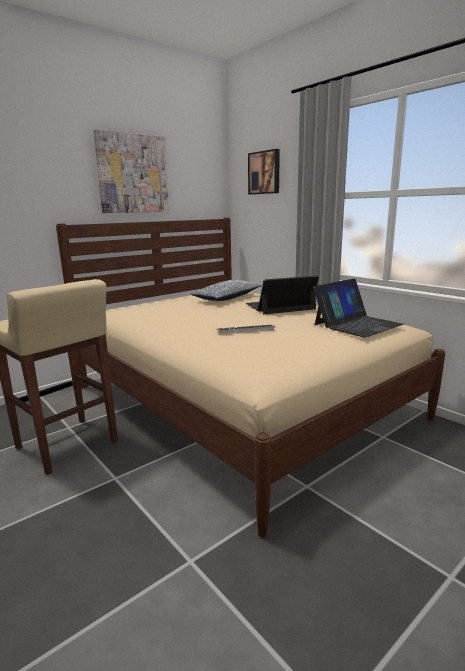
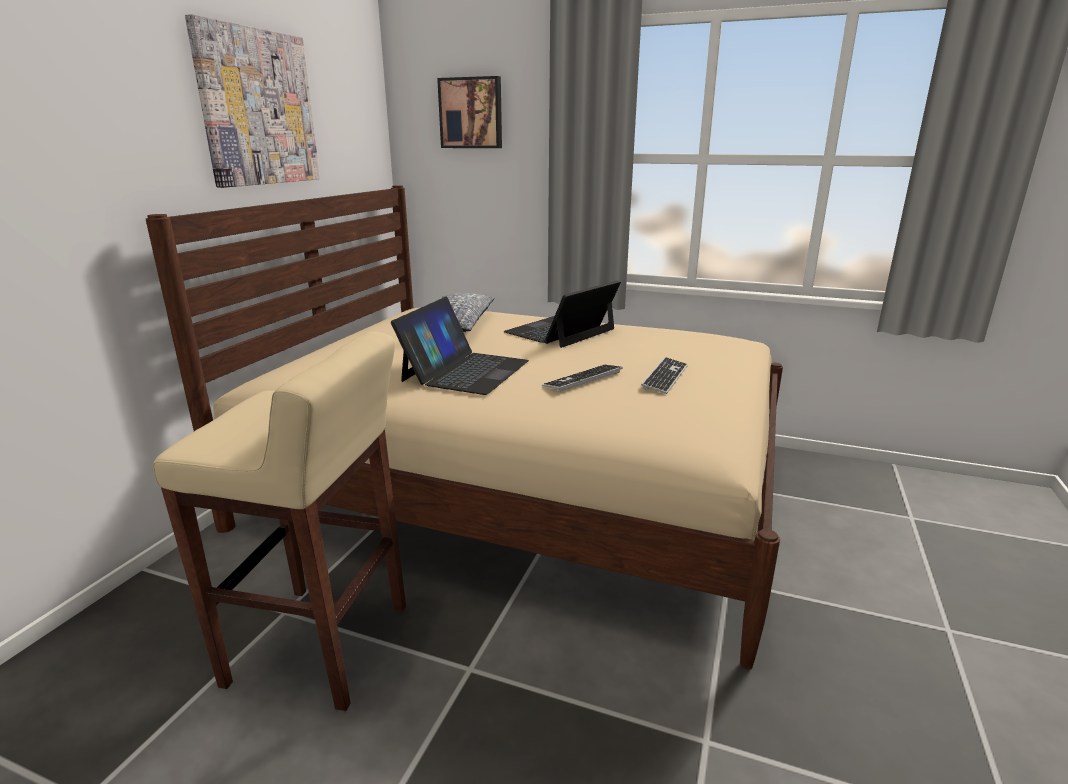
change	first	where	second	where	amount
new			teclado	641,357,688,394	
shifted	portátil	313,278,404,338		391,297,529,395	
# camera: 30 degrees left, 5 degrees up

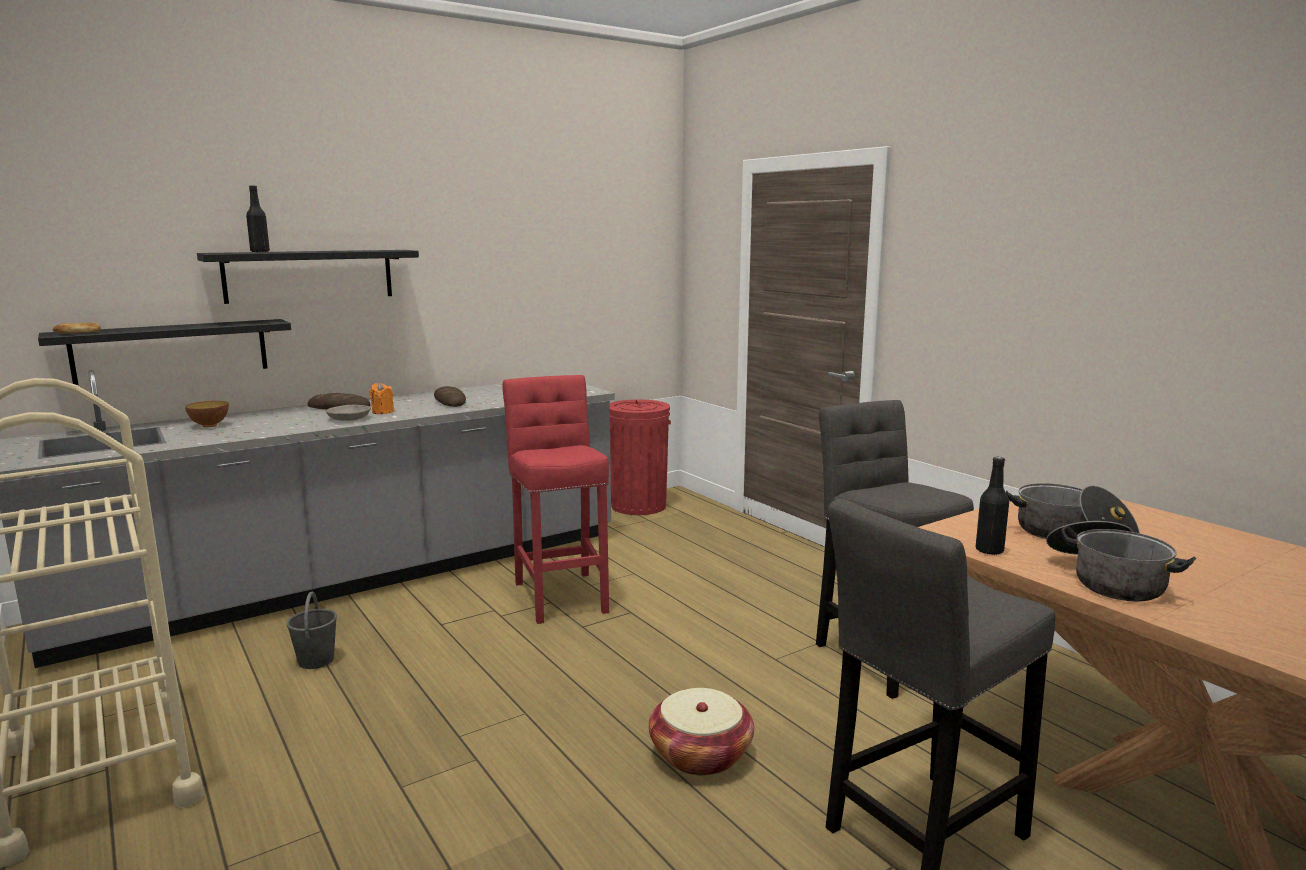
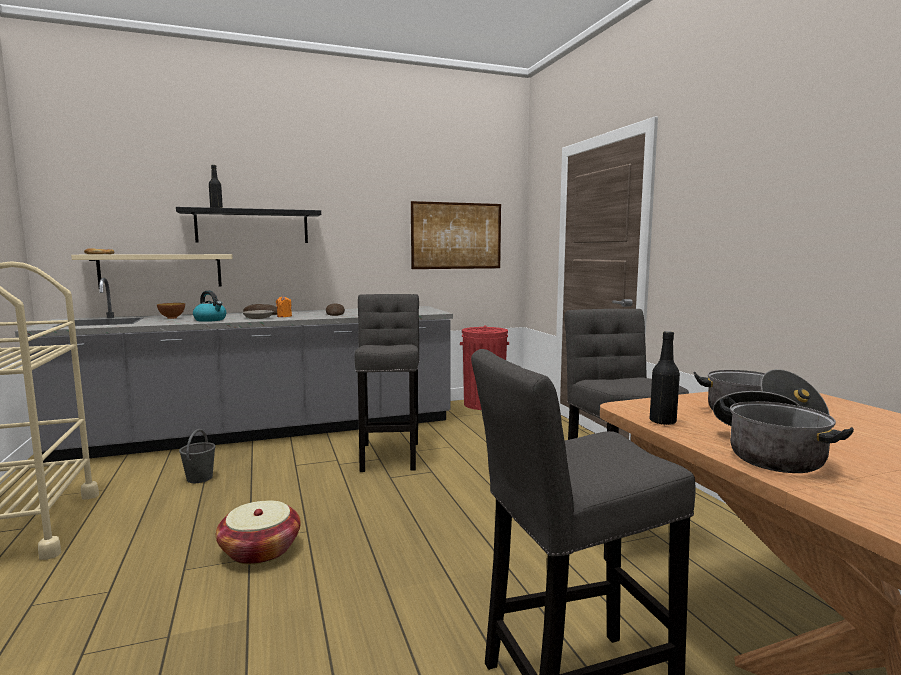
change	first	where	second	where	amount
new			hervidor	193,291,226,322	
new			cuadro	411,201,501,269	
shifted	cesta	649,688,754,776		216,501,301,565	
repainted	estante (negro)	38,319,291,385	estante (beis)	71,254,233,286	
repainted	taburete (rojo)	502,375,609,624	taburete (gris)	355,294,419,472	
# camera: 15 degrees right, 5 degrees down

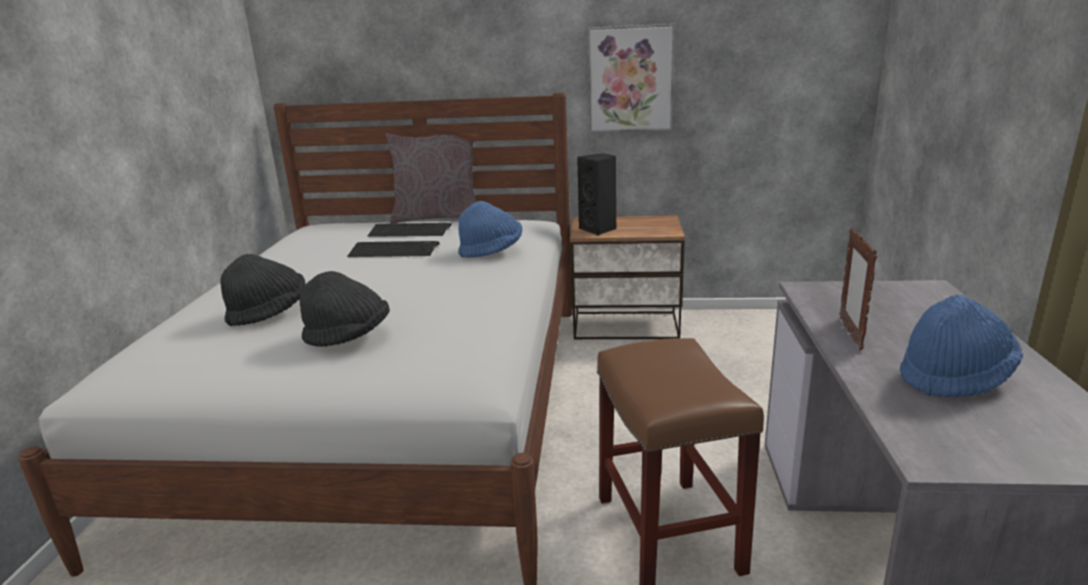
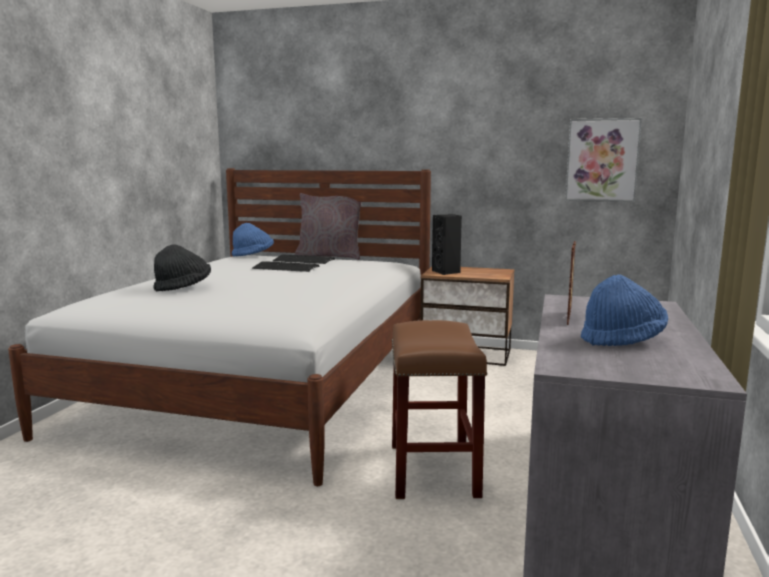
change	first	where	second	where	amount
gone	sombrero (negro)	300,271,390,347			
shifted	sombrero (azul)	458,201,522,258		232,223,274,256	
shifted	cuadro	588,24,675,133		565,118,642,202	
# camera: 10 degrees right, 10 degrees down

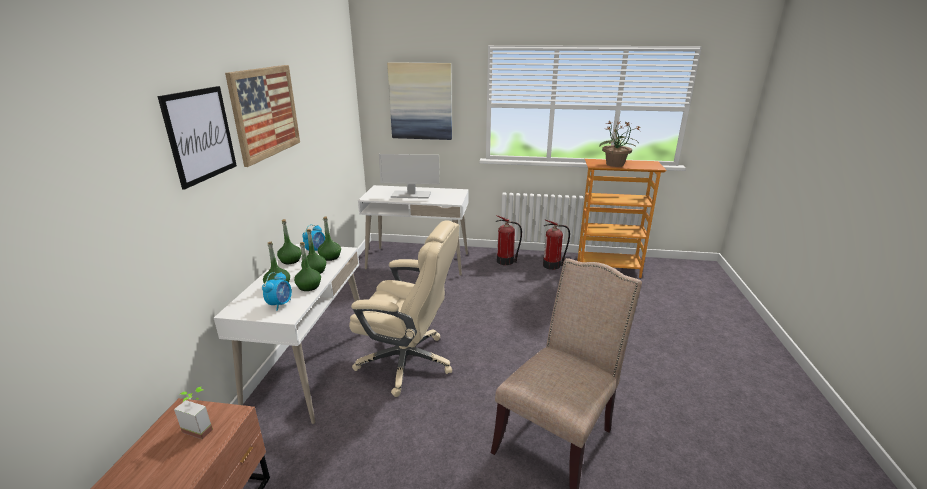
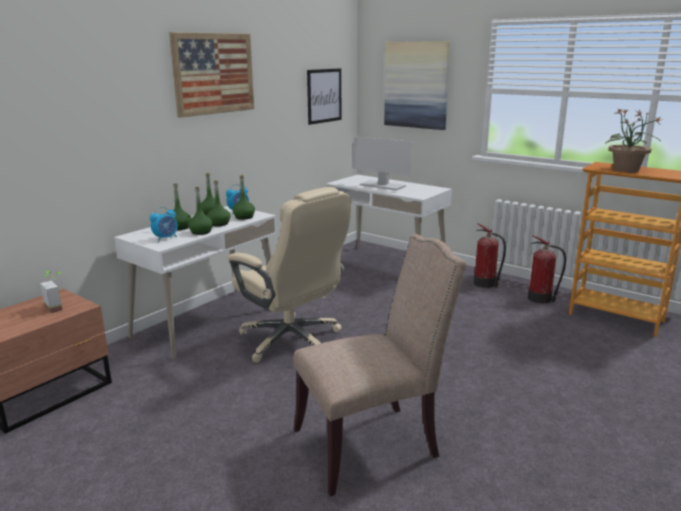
change	first	where	second	where	amount
shifted	cuadro	157,86,237,190		307,68,341,125	
# camera: 30 degrees right, 5 degrees down

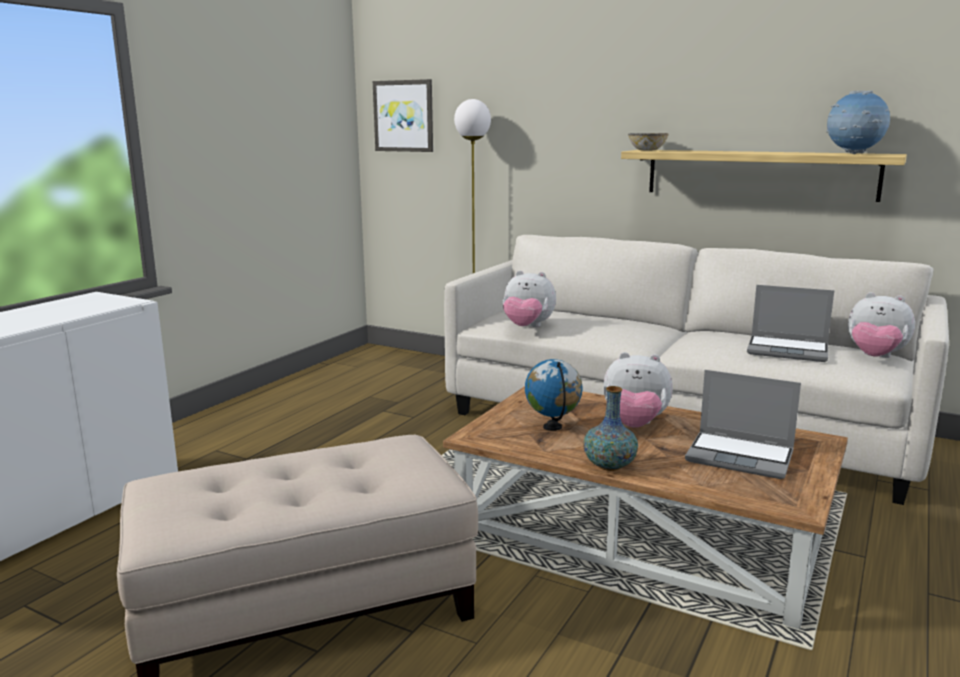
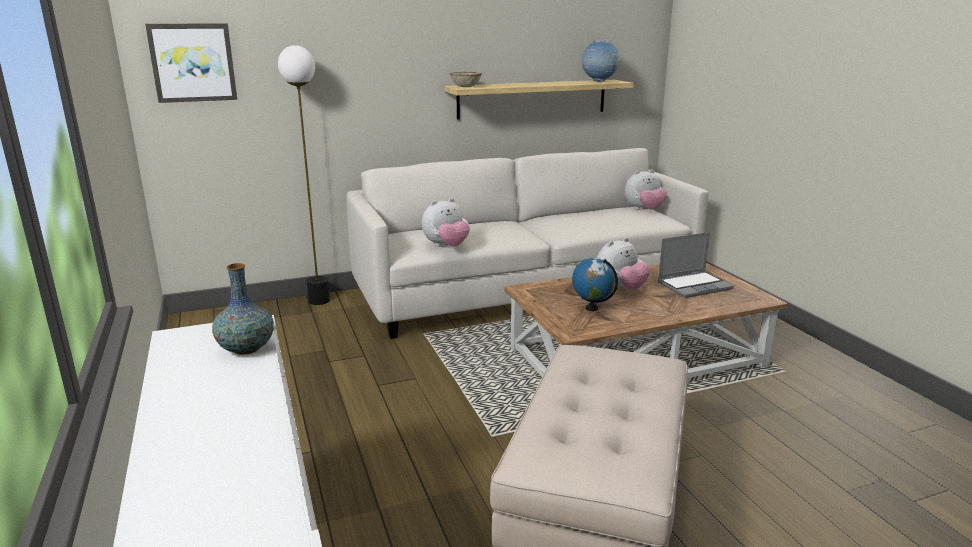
change	first	where	second	where	amount
gone	portátil	747,285,834,362			
shifted	florero	583,386,638,471		212,263,274,355	
# camera: 50 degrees left, 5 degrees up

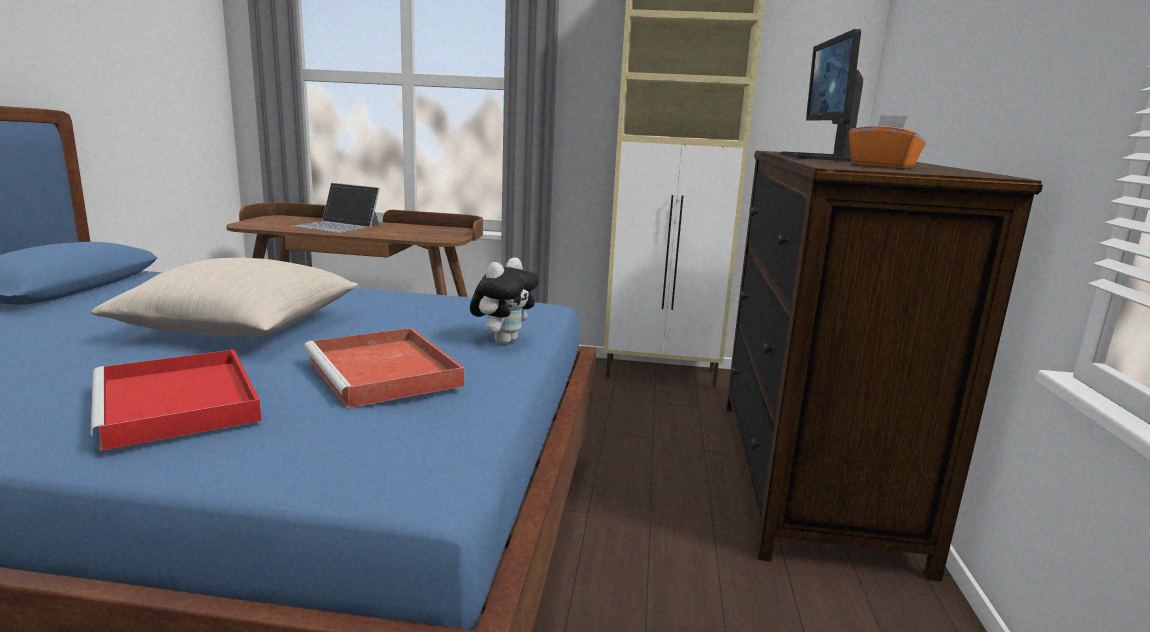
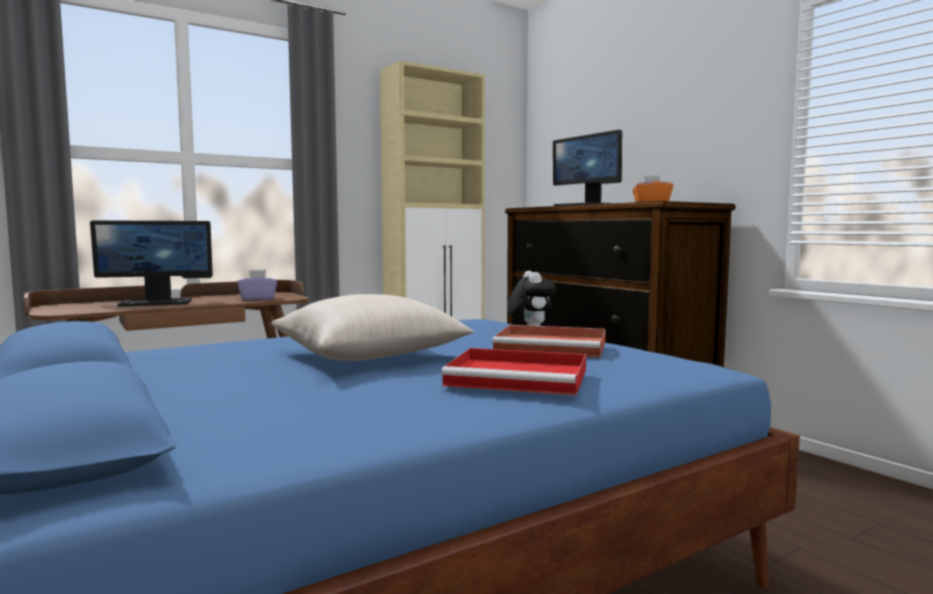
change	first	where	second	where	amount
new			caja de pañuelos (morado)	237,270,277,300	
swapped	portátil	292,183,380,233	monitor	90,220,213,307	
# camera: 40 degrees left, 10 degrees down

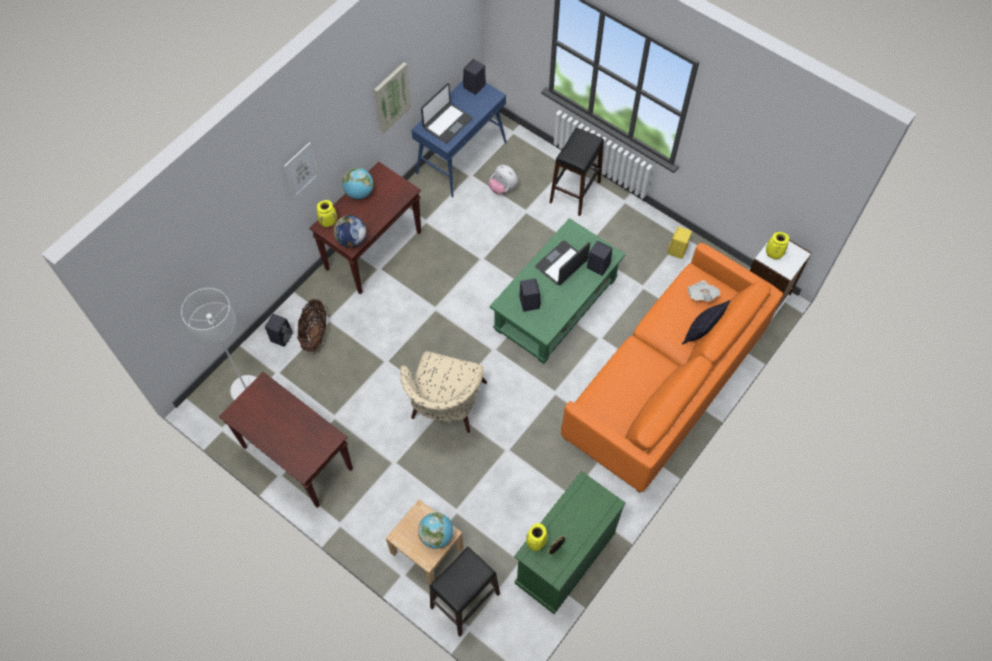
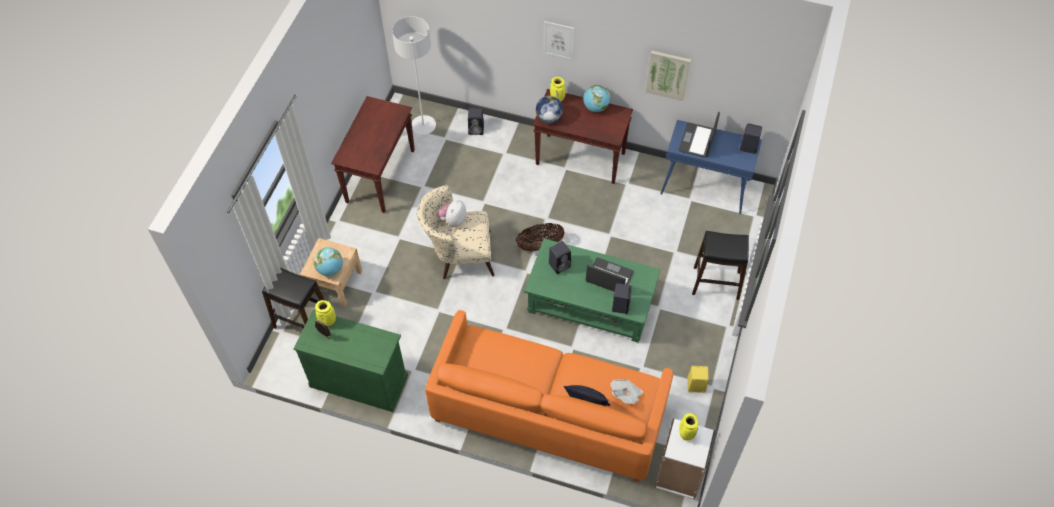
change	first	where	second	where	amount
shifted	cesta	297,299,326,352		516,223,565,251	
shifted	peluche	488,165,518,195		437,200,466,226	
rotated	portátil	421,83,473,143		679,111,720,158	90 degrees clockwise
# camera: 70 degrees right, 5 degrees down

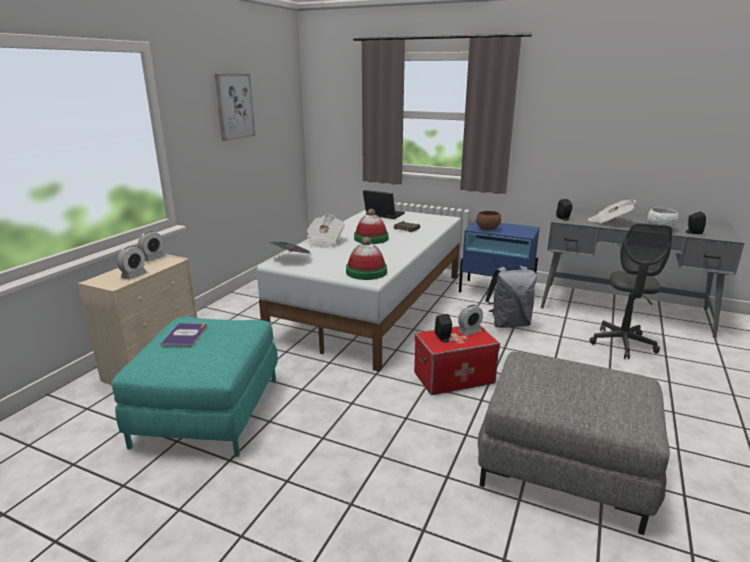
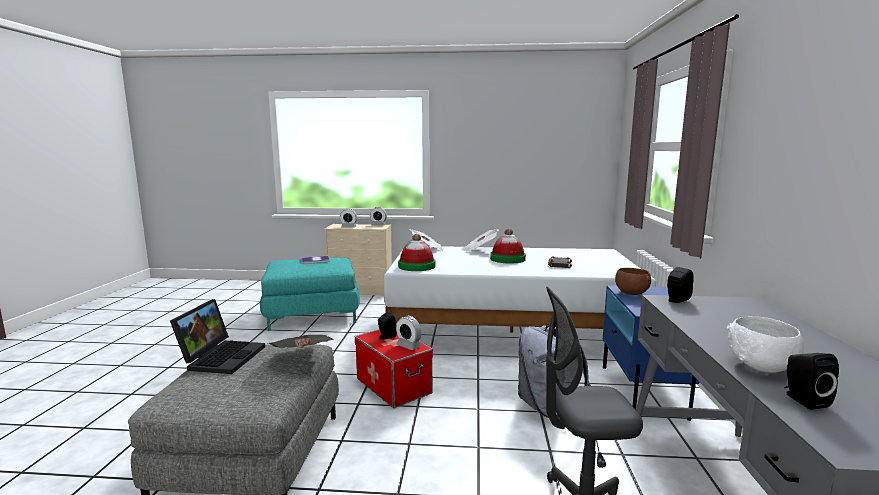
change	first	where	second	where	amount
gone	cuadro	215,74,255,141			
shifted	portátil	363,190,405,219		170,299,265,374	
shifted	periódico	588,200,636,223		269,335,333,348	
# camera: 70 degrees right, 10 degrees down

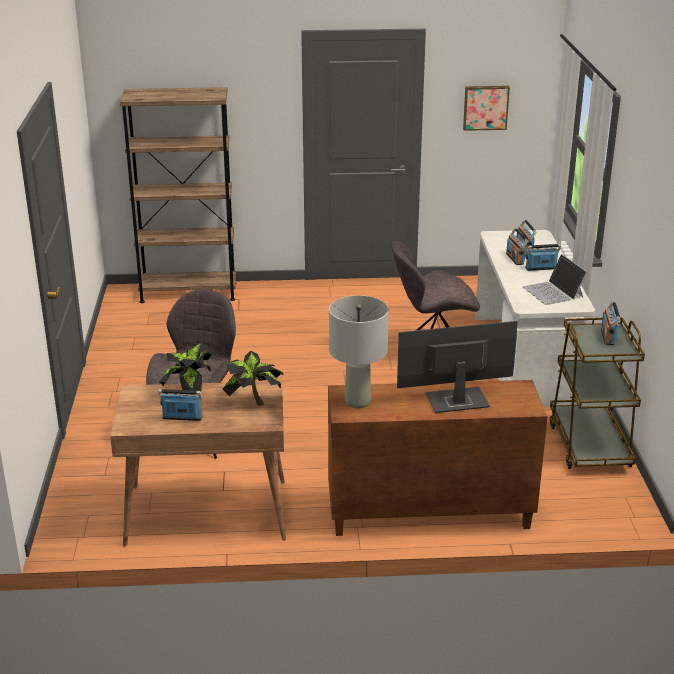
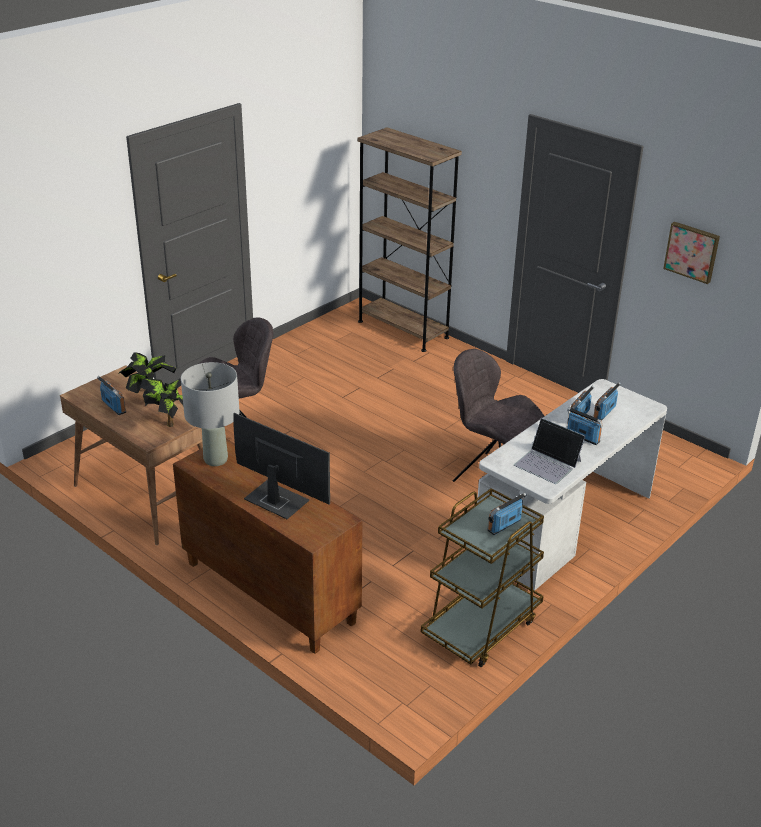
change	first	where	second	where	amount
rotated	portátil	523,254,587,305		514,418,586,484	75 degrees counterclockwise
# camera: 45 degrees right, 5 degrees up

